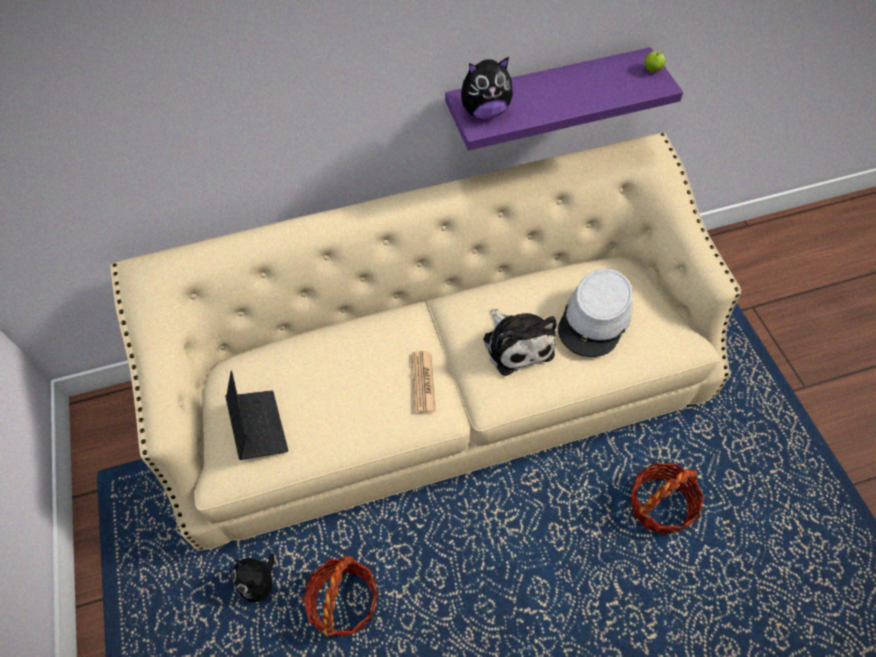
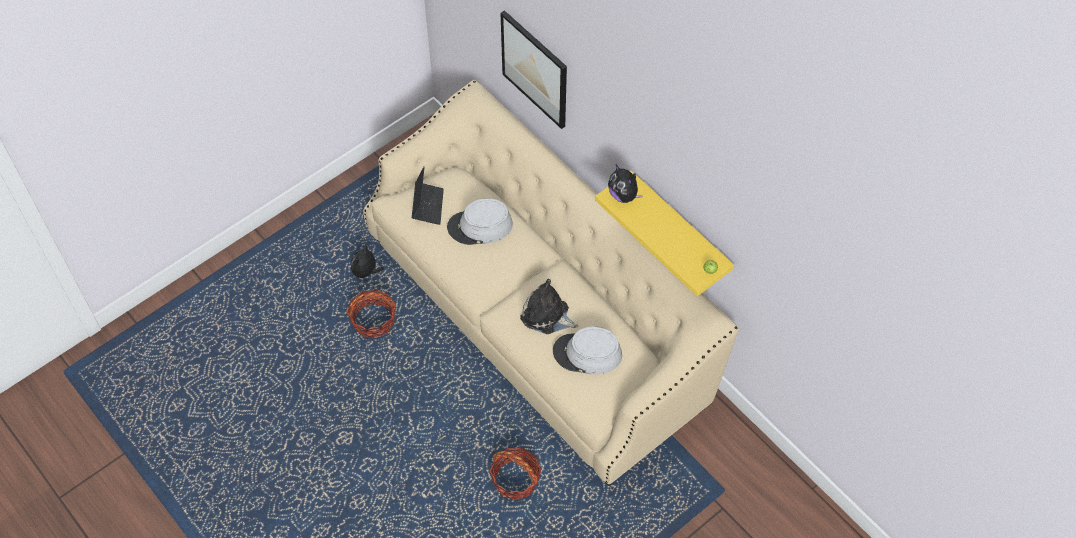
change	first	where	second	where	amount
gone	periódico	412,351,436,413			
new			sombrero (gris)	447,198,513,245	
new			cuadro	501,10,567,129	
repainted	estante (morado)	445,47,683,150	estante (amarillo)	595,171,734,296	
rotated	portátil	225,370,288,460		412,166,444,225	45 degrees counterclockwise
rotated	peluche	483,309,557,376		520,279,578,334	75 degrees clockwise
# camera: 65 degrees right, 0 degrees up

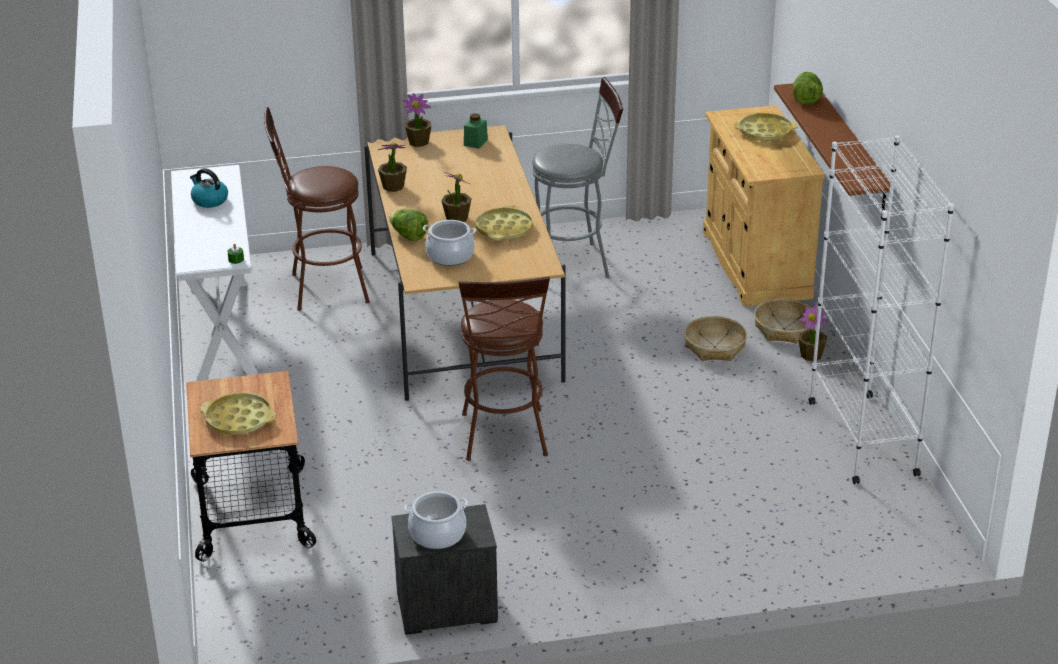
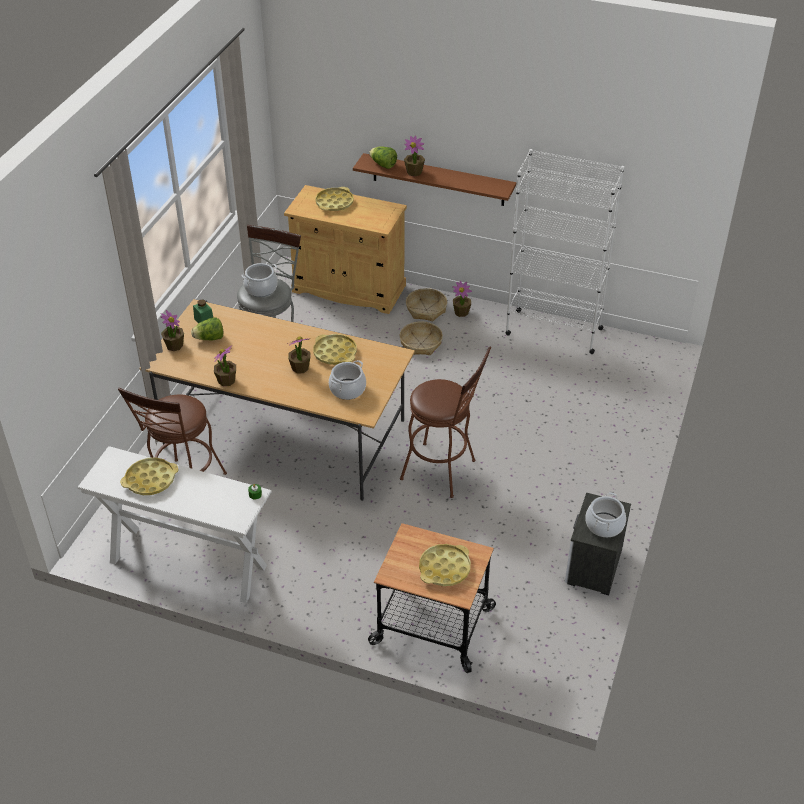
change	first	where	second	where	amount
new			olla	242,263,278,297	
new			planta en maceta	404,136,425,177	
shifted	lechuga	389,209,428,241		191,317,223,341	
swapped	hervidor	190,168,228,208	bandeja (amarillo)	120,457,178,495	
# camera: 60 degrees left, 10 degrees up

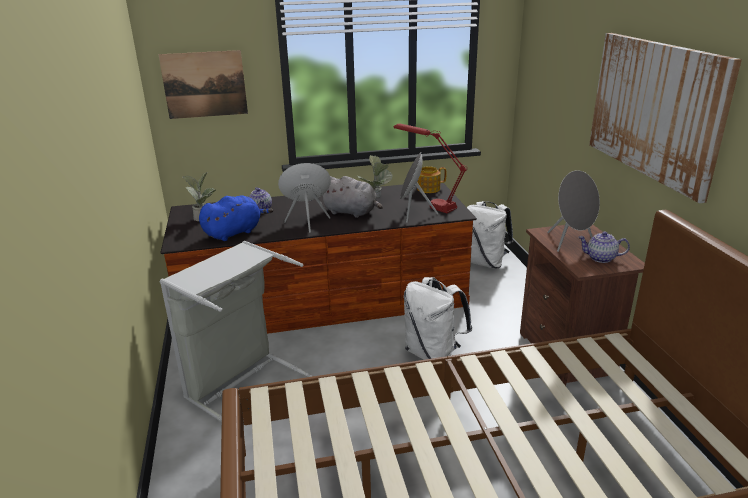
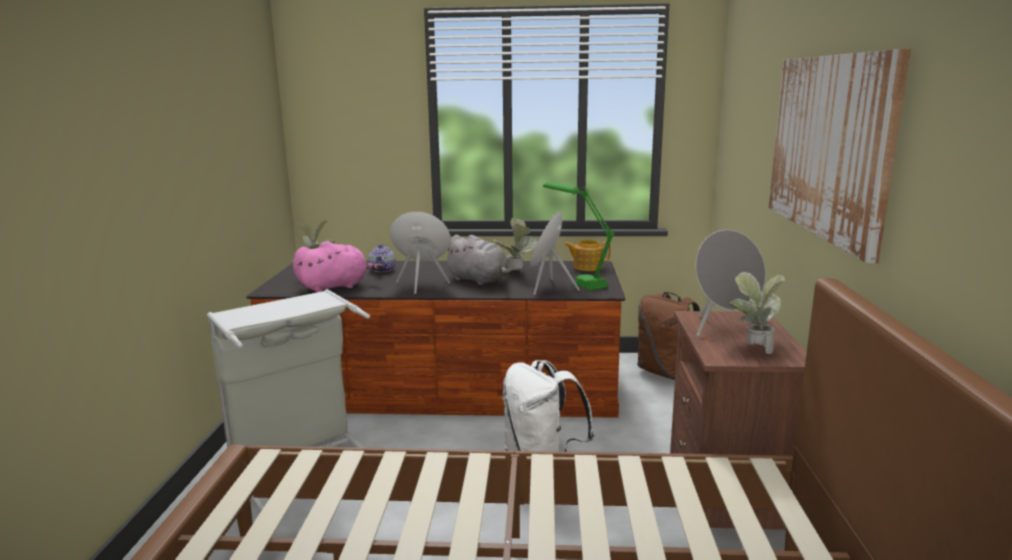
change	first	where	second	where	amount
gone	cuadro	158,50,248,119			
swapped	tetera	578,232,630,263	planta en maceta	729,272,785,354	
repainted	peluche (azul)	199,195,273,241	peluche (rosa)	293,241,383,292	
repainted	lámpara de mesa (rojo)	394,124,467,213	lámpara de mesa (verde)	543,182,614,291	
repainted	mochila (blanco)	467,201,513,268	mochila (marrón)	637,292,700,380	
# camera: 15 degrees right, 10 degrees down

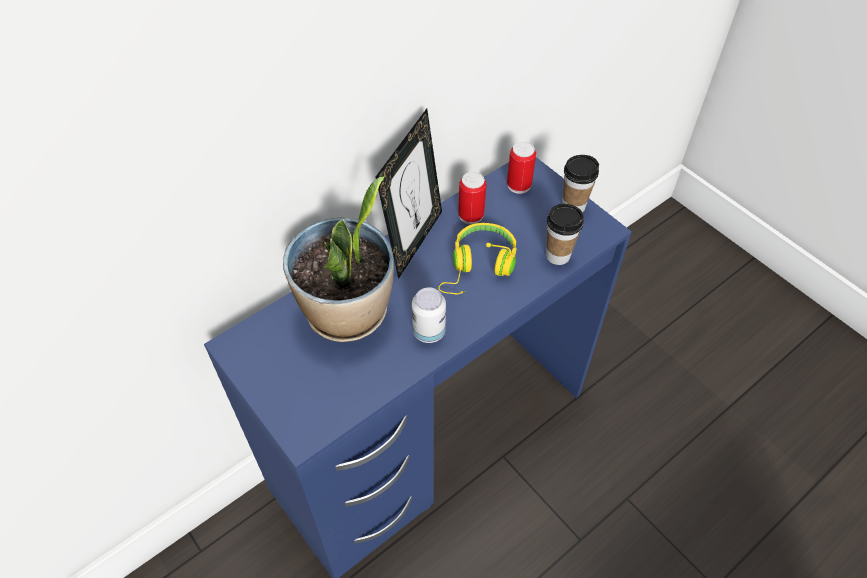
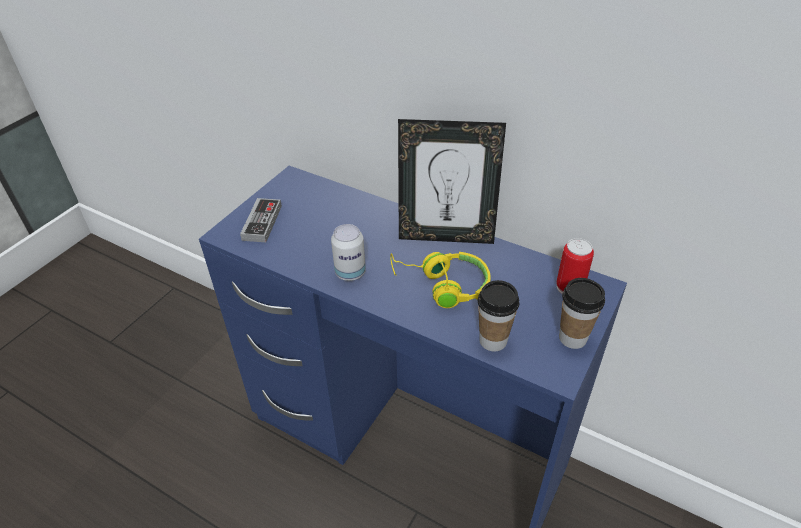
change	first	where	second	where	amount
gone	planta en maceta	283,177,394,342			
gone	lata	458,172,486,225			
new			mando de consola	240,198,282,242	
# camera: 70 degrees right, 10 degrees down

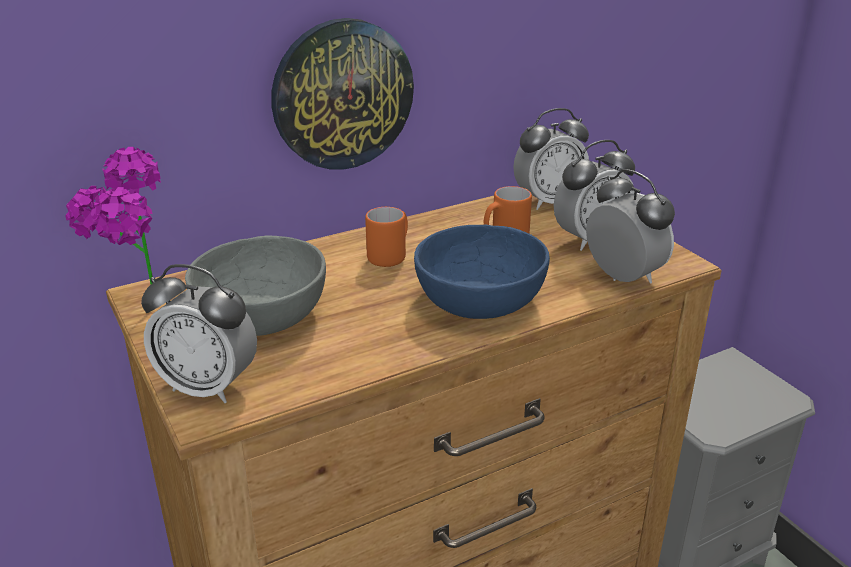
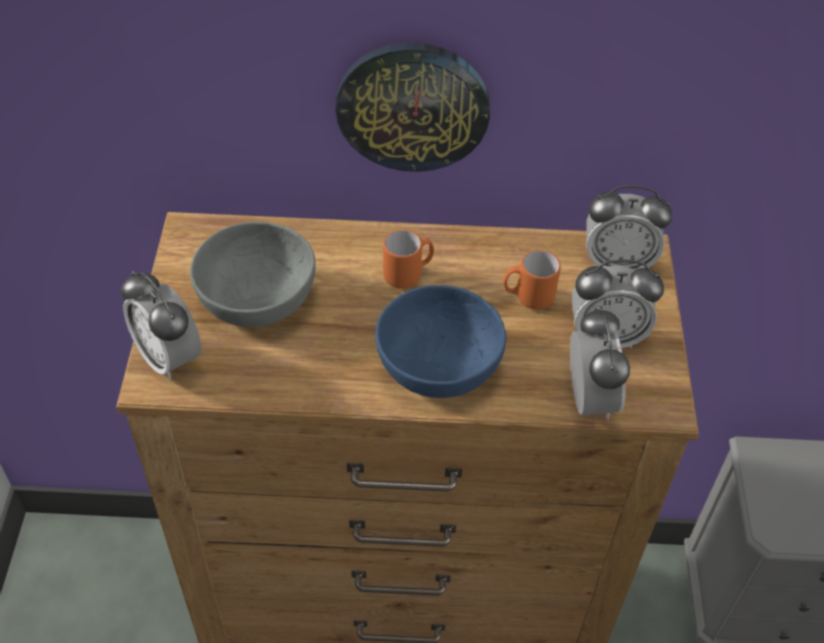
change	first	where	second	where	amount
gone	planta en maceta	65,147,161,284			
# camera: 30 degrees right, 20 degrees up

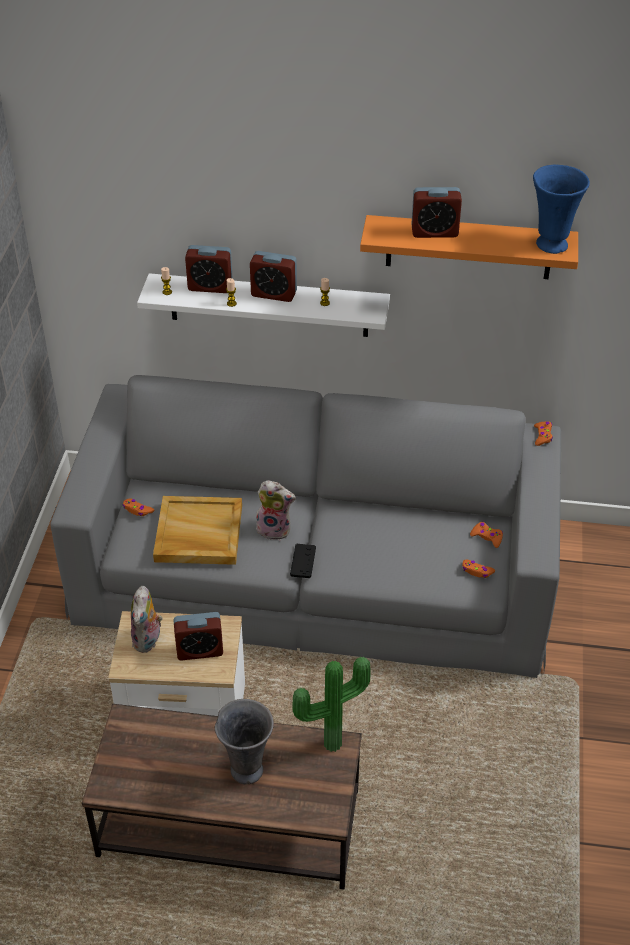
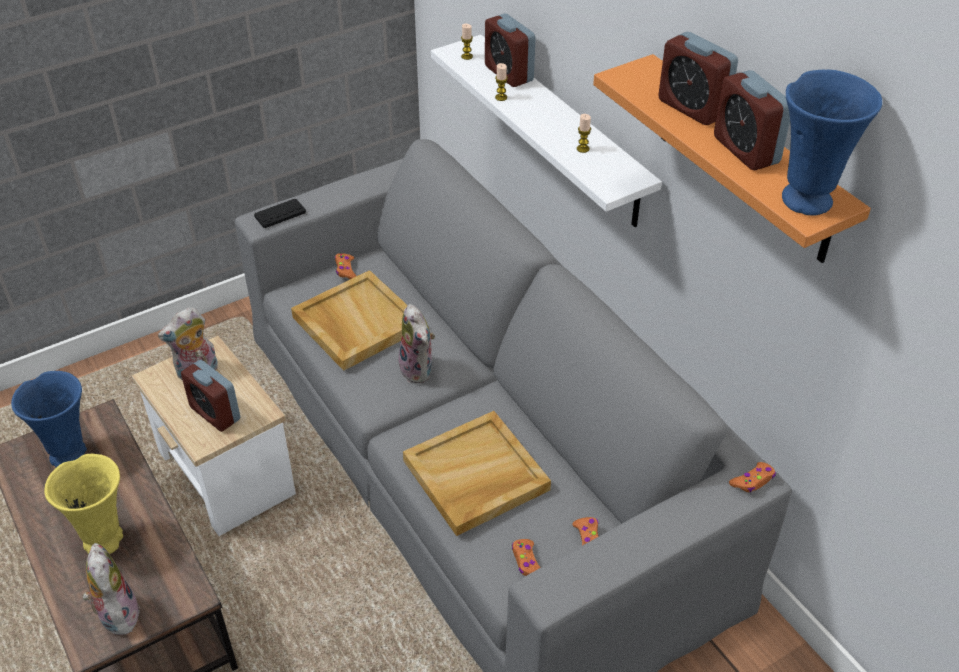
change	first	where	second	where	amount
gone	planta en maceta	292,657,370,752			
new			florero (azul)	11,371,87,467	
new			peluche	83,543,140,635	
new			bandeja (beis)	403,411,551,536	
shifted	despertador	250,251,297,302		714,70,790,170	
shifted	mando de consola (negro)	290,544,316,578		254,199,306,228	
repainted	florero (gris)	215,699,274,784	florero (amarillo)	44,454,123,554	
# camera: 50 degrees right, 0 degrees up

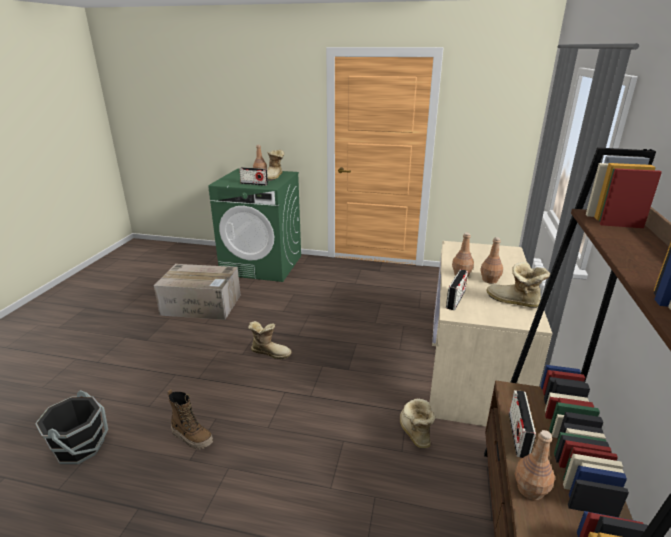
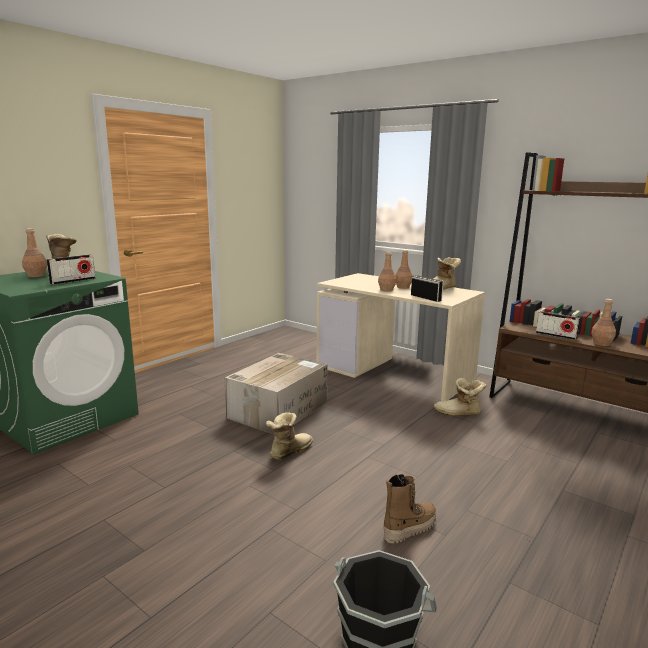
change	first	where	second	where	amount
shifted	caja de cartón	154,264,240,320		225,353,328,435	
# camera: 65 degrees left, 10 degrees down

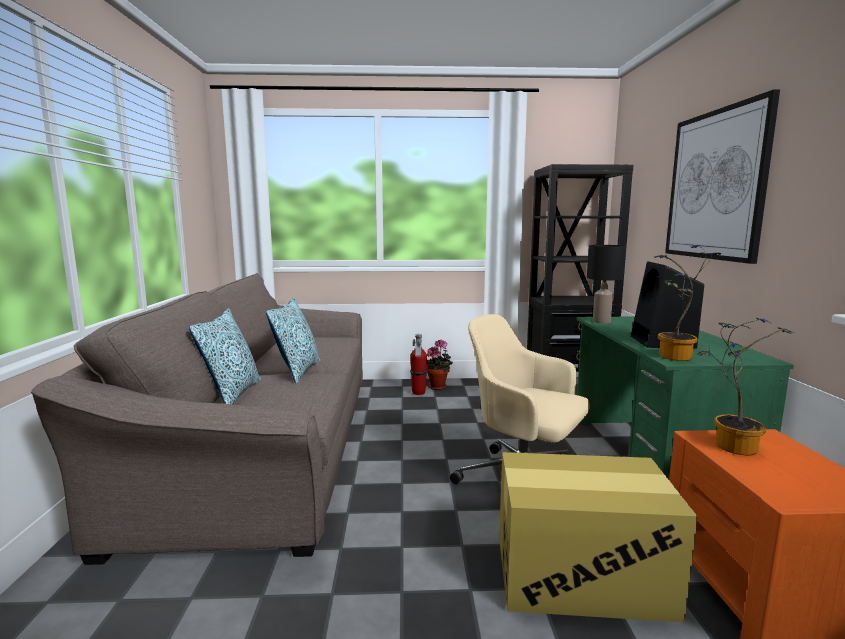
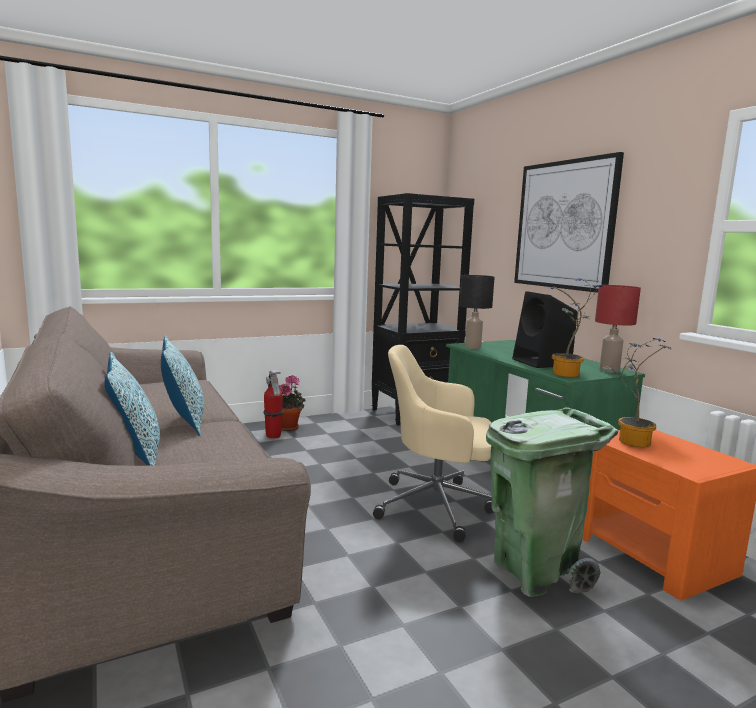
change	first	where	second	where	amount
new			lámpara de mesa (rojo)	595,285,641,373	
swapped	caja de cartón	499,452,698,623	papelera (verde)	486,407,618,597	
# camera: 25 degrees left, 0 degrees up

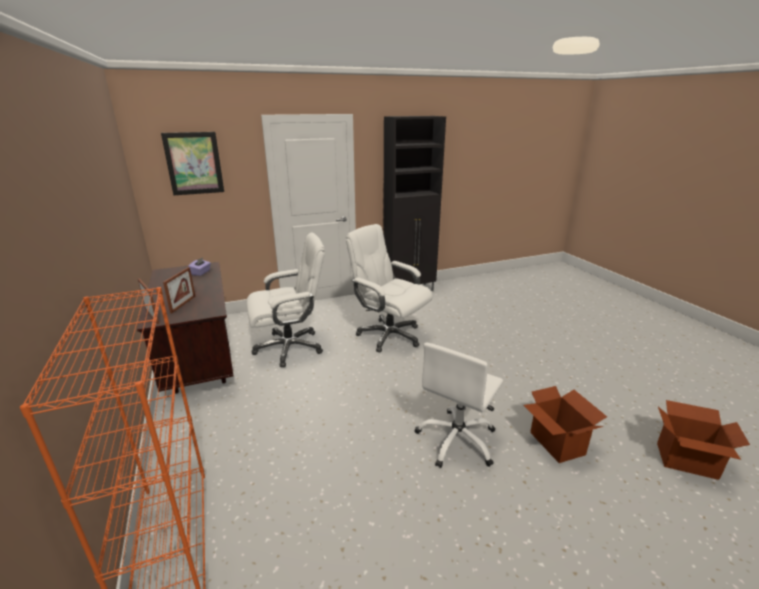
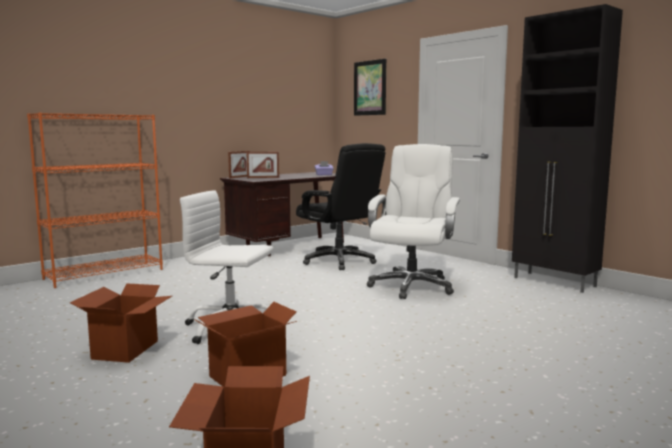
change	first	where	second	where	amount
new			caja de cartón	70,283,172,363	
repainted	silla de oficina (blanco)	246,232,325,367	silla de oficina (negro)	296,143,385,270	
# camera: 70 degrees right, 15 degrees down

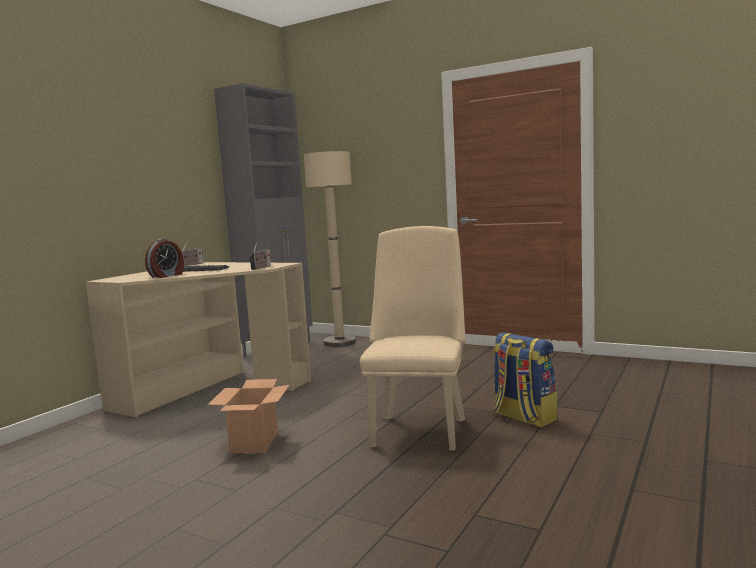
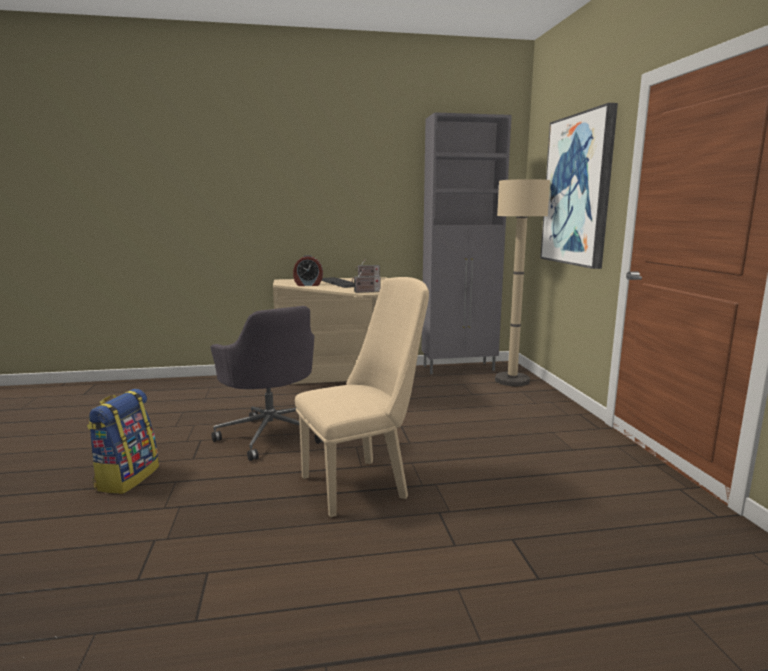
change	first	where	second	where	amount
new			cuadro	540,103,618,269	
shifted	mochila	493,332,557,427		87,389,159,494	
swapped	caja de cartón	208,379,290,454	silla de oficina (gris)	210,306,323,461	
# camera: 50 degrees right, 5 degrees up

